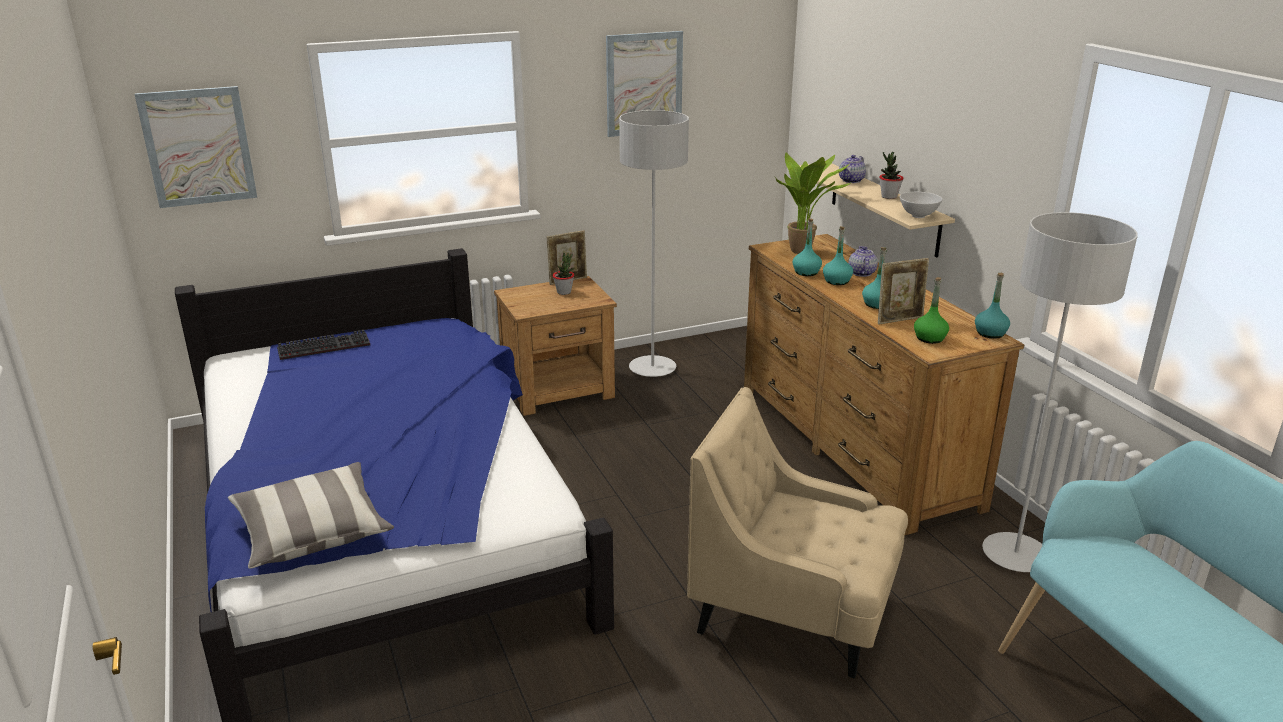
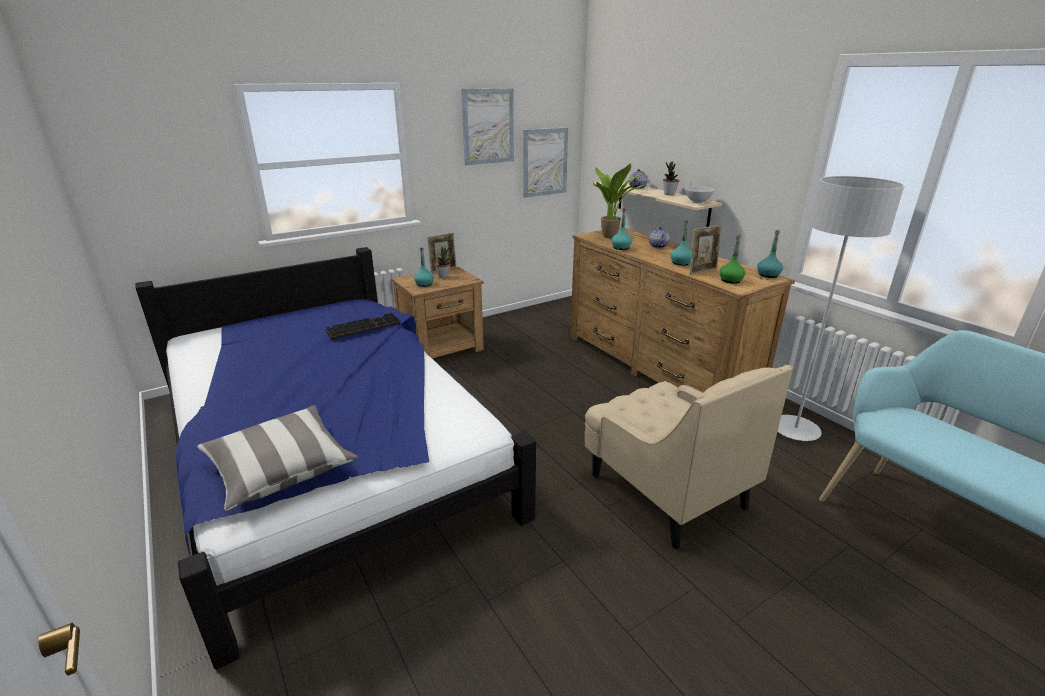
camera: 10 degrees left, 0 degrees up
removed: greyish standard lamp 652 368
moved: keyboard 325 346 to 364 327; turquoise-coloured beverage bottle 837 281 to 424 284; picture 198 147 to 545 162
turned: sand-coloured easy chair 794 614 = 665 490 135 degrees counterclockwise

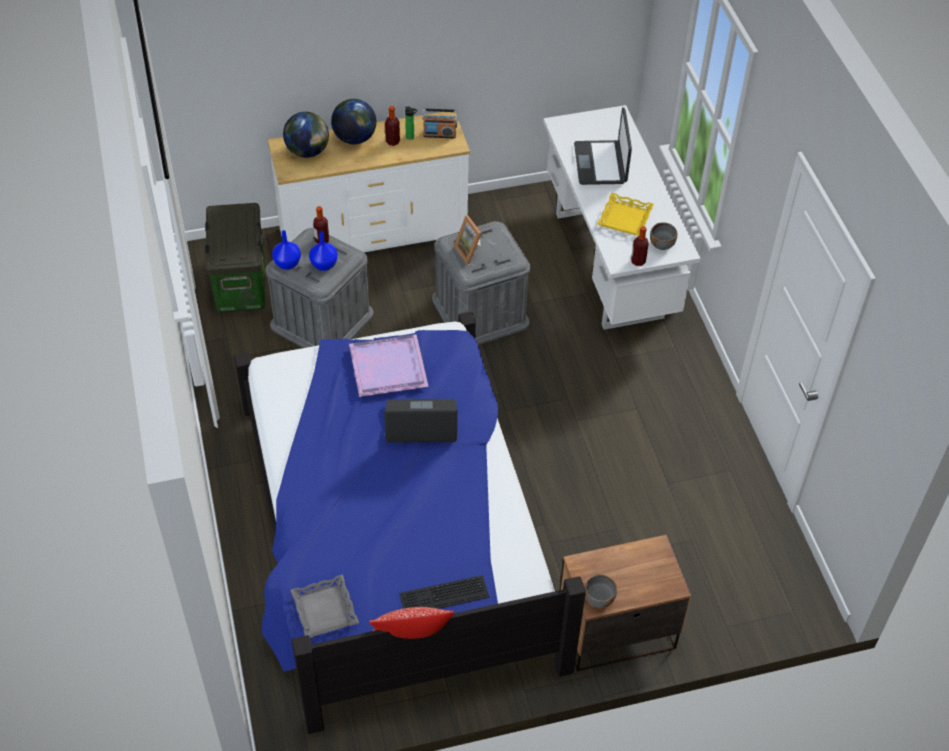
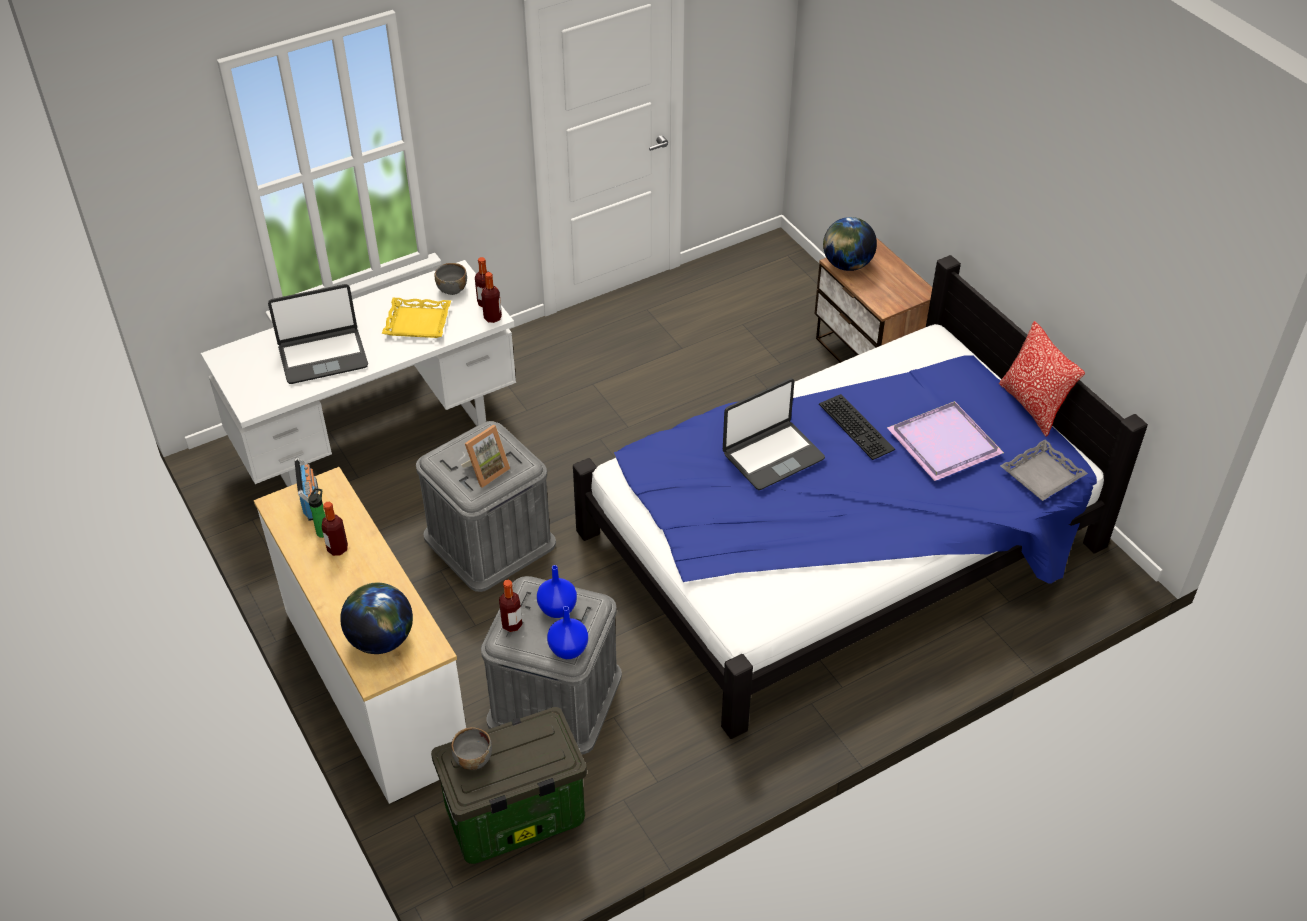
camera: 105 degrees left, 5 degrees down
added: beverage bottle 492 318
moved: greyish serving bowl 599 598 to 473 759; keyboard 443 597 to 858 426; desk globe 354 138 to 847 265; purplish tray 387 368 to 946 443
turned: portable computer 421 424 = 772 455 105 degrees counterclockwise

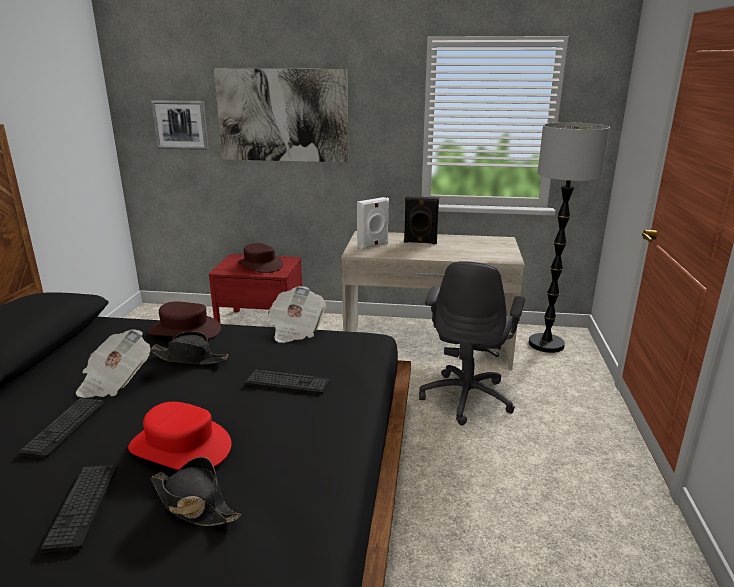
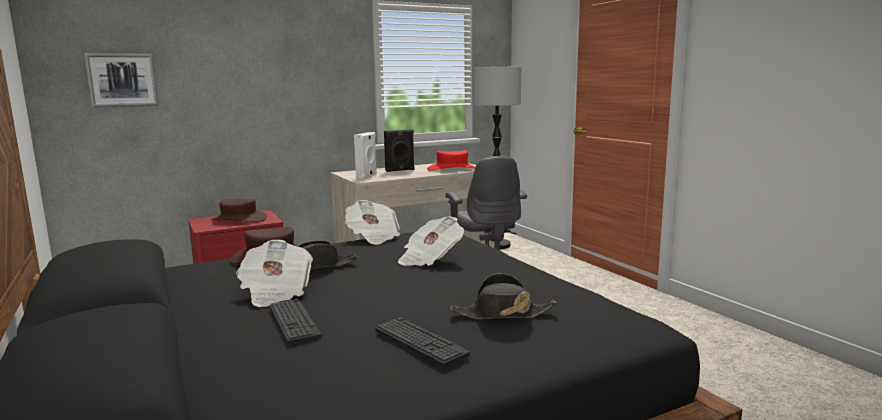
camera: 35 degrees left, 10 degrees down
removed: picture 282 115
moved: red-coloured wearable hat 181 446 to 452 169
replaced: keyboard 287 383 to printed paper 430 259

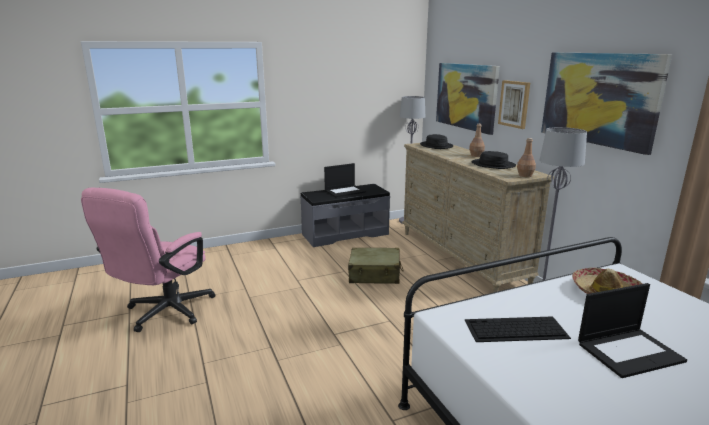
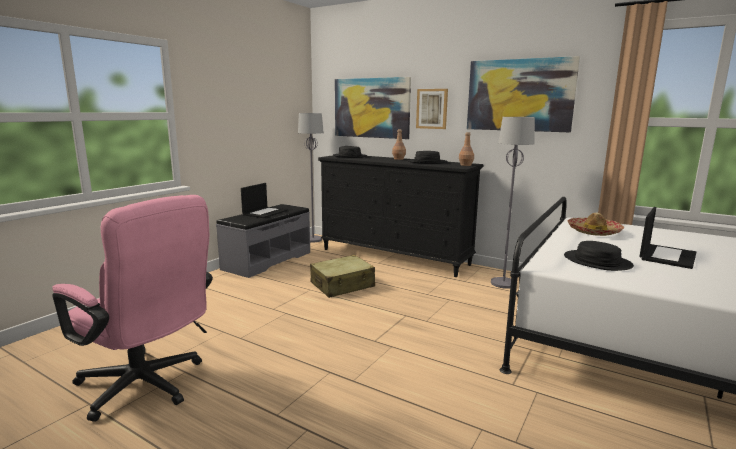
camera: 35 degrees left, 5 degrees down
replaced: keyboard 515 329 to blackish wearable hat 597 262
recoloured: sand-coloured dresser 460 258 to blackish dresser 395 257
turned: pink-coloured desk chair 163 313 = 147 387 45 degrees counterclockwise

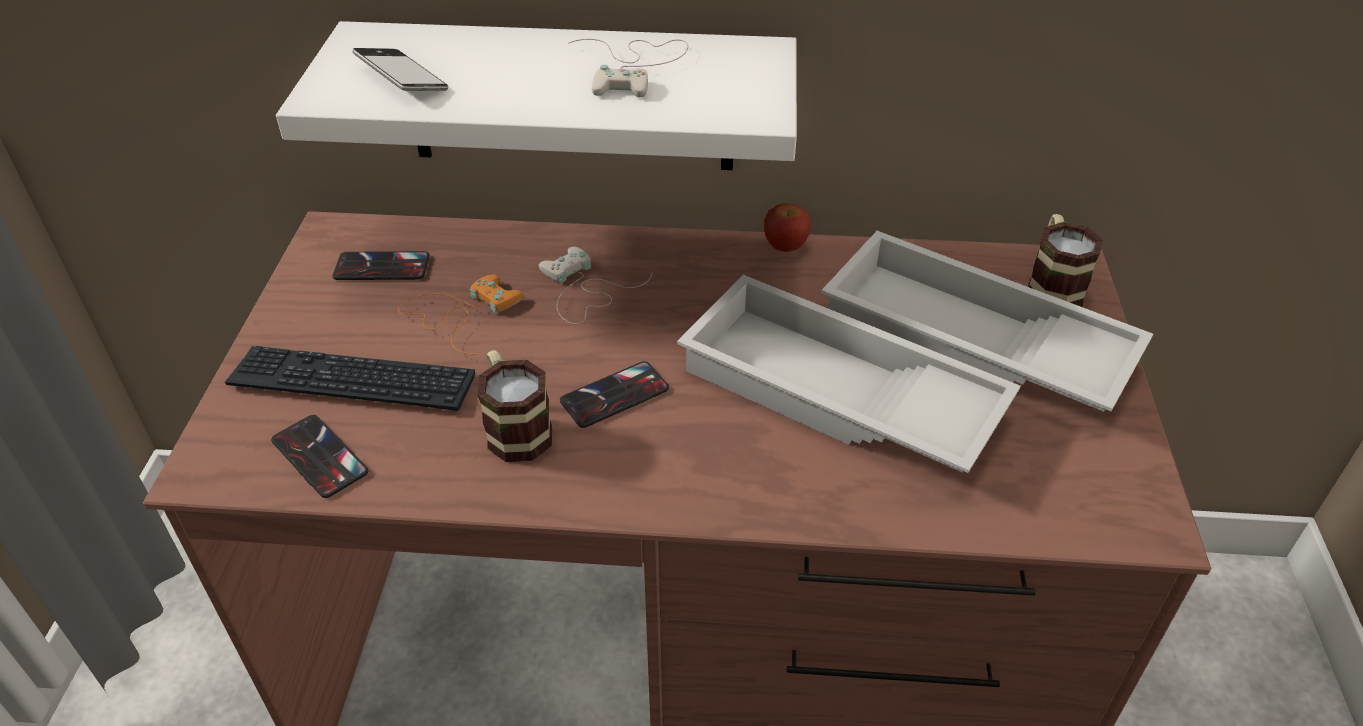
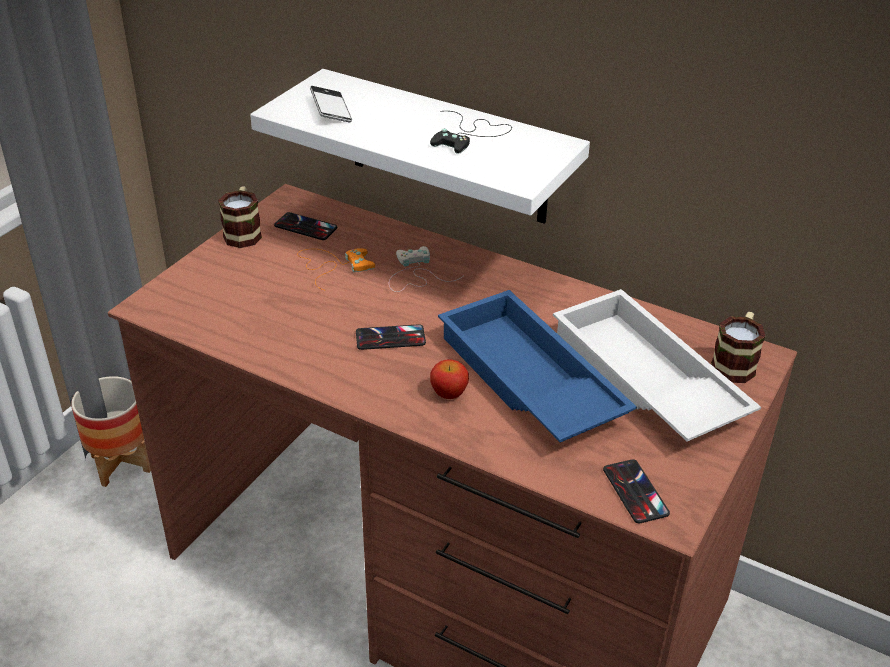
camera: 25 degrees right, 5 degrees down
removed: keyboard 352 382
added: flower pot 121 463
moved: coffee mug 514 427 to 243 232; apple 785 246 to 449 393; handset 319 456 to 635 491
recoloured: whitish gamepad 634 67 to blackish gamepad 470 135; whitish tray 835 395 to bluish tray 526 381

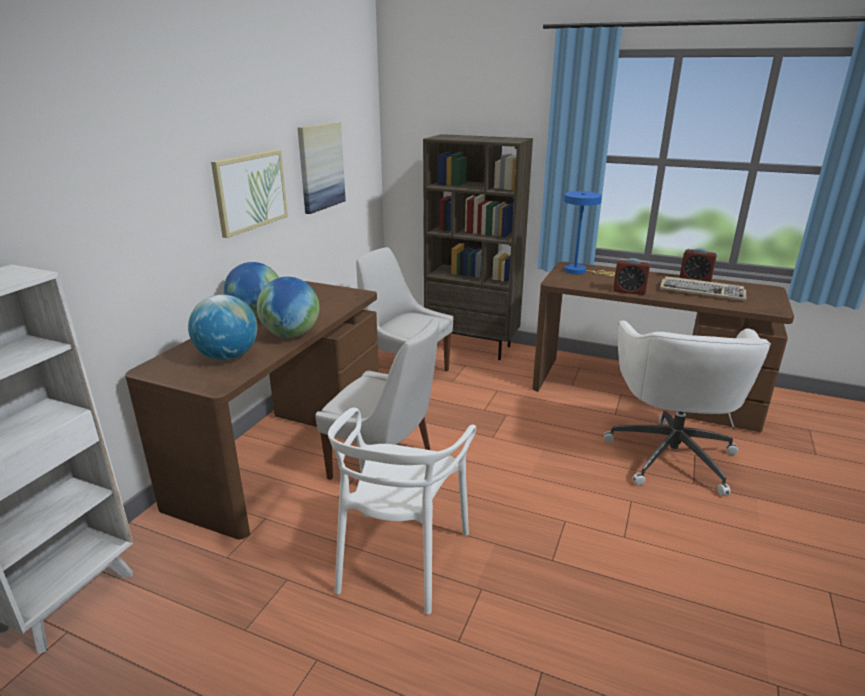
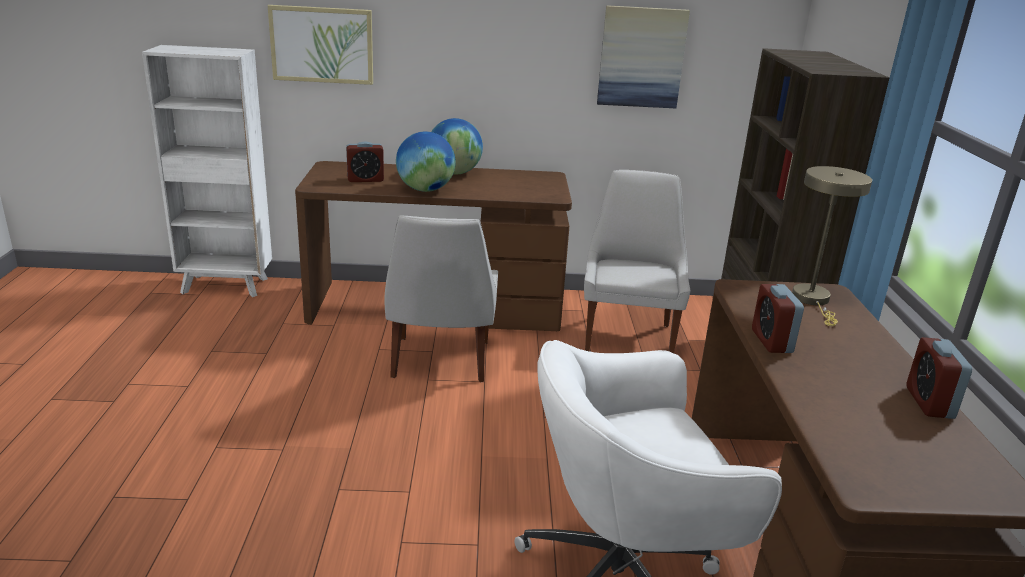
camera: 65 degrees right, 0 degrees up
removed: whitish upright chair 400 558; keyboard 702 292
moved: picture 250 191 to 322 45
replaced: desk globe 228 357 to table clock 365 179
recoloured: bluish lamp for a table 579 271 to sand-coloured lamp for a table 813 300

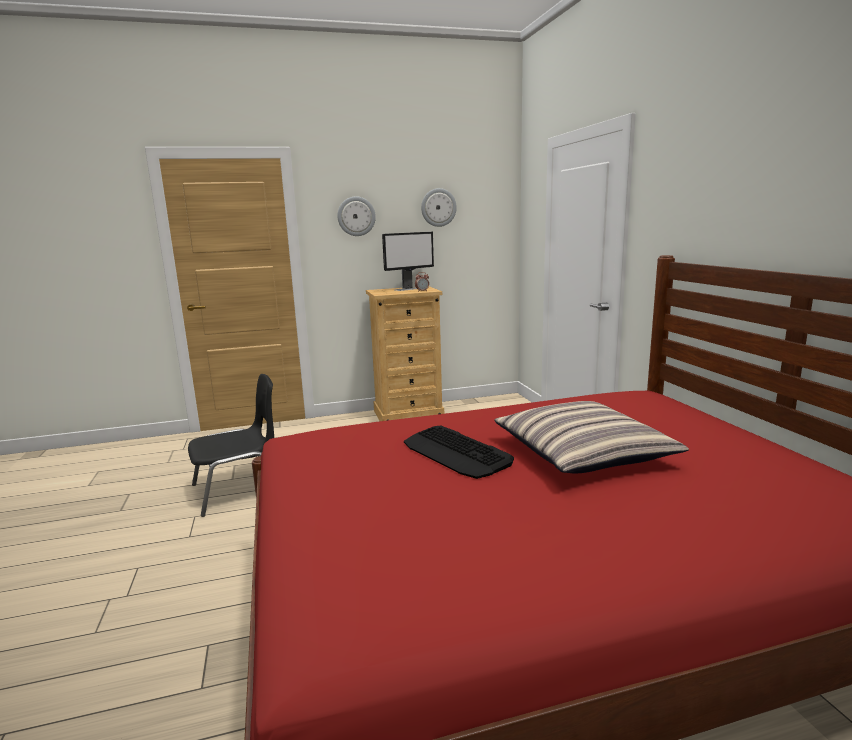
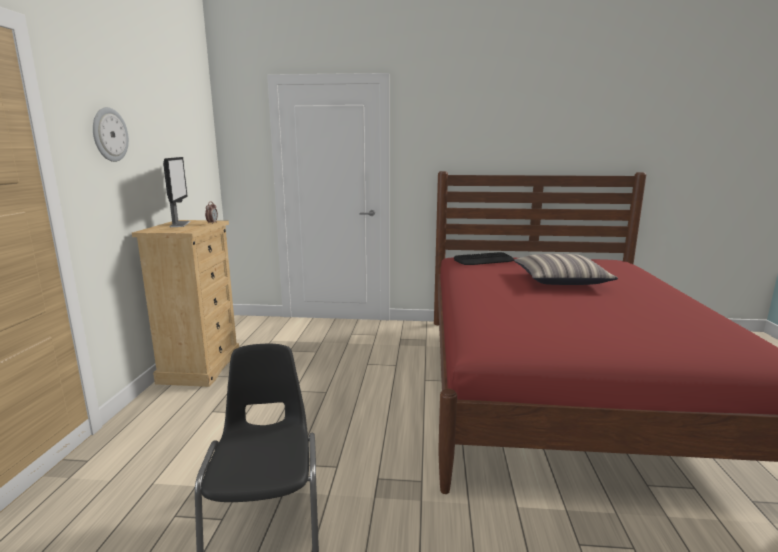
camera: 70 degrees left, 0 degrees up
removed: hanging clock 438 207
moved: keyboard 456 453 to 484 260

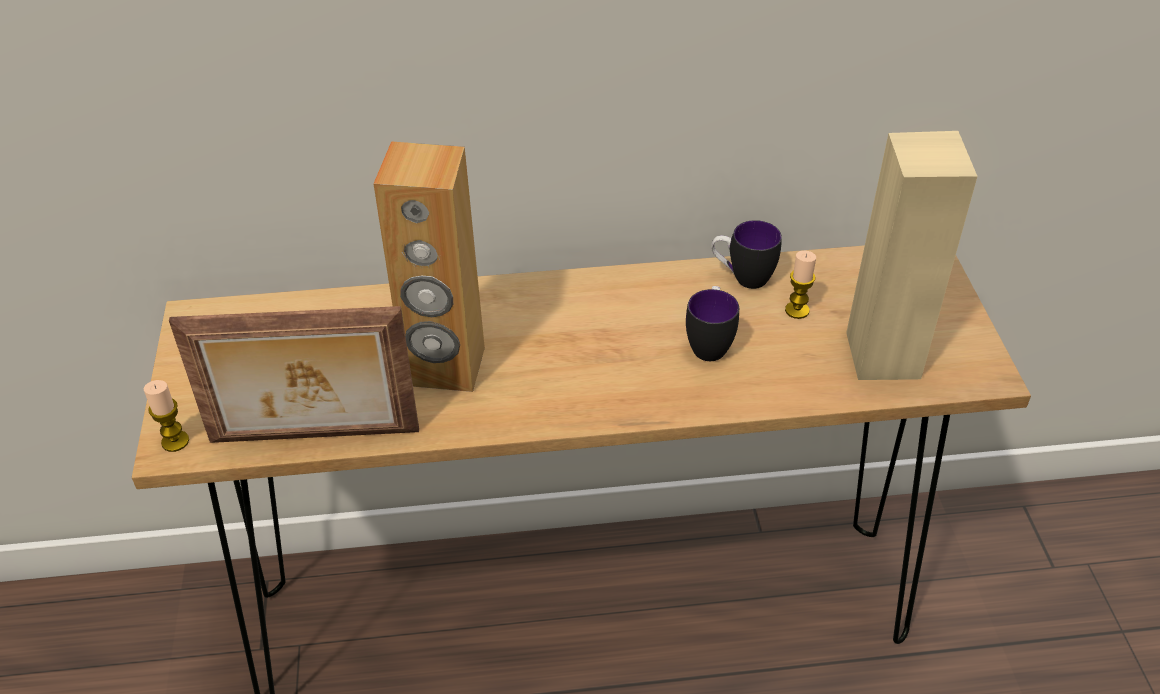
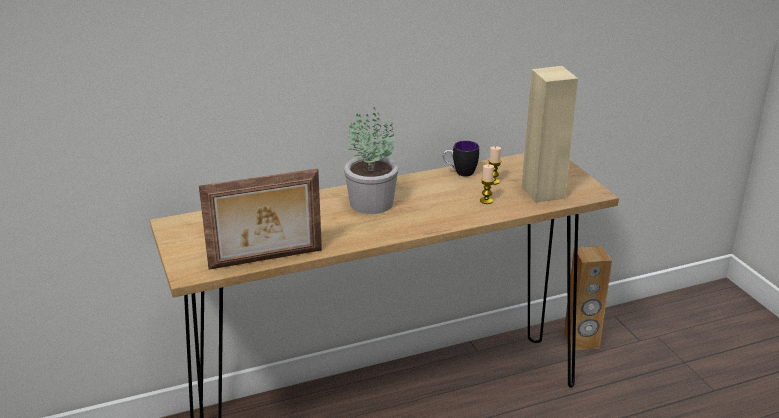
camera: 15 degrees left, 15 degrees down
removed: coffee mug 710 343
added: houseplant 370 203
moved: candle 175 441 to 486 201; brown-coloured audio speaker 445 367 to 581 341

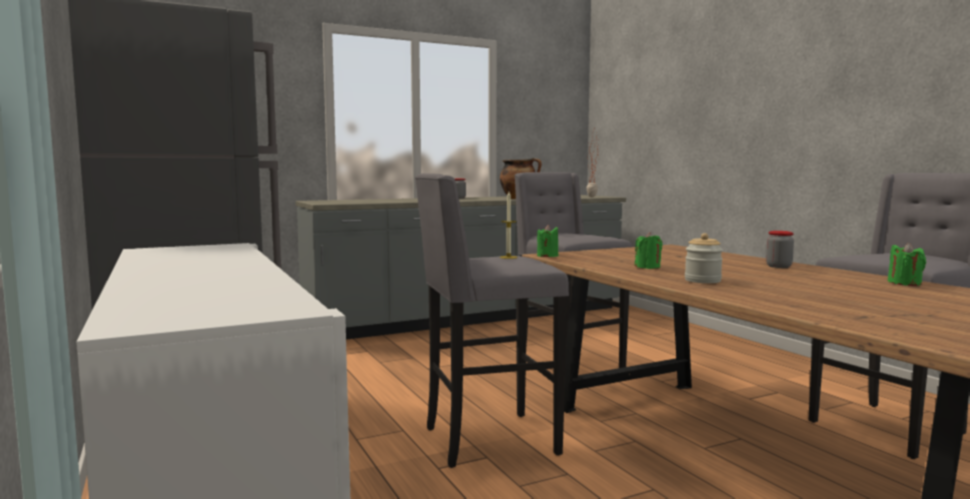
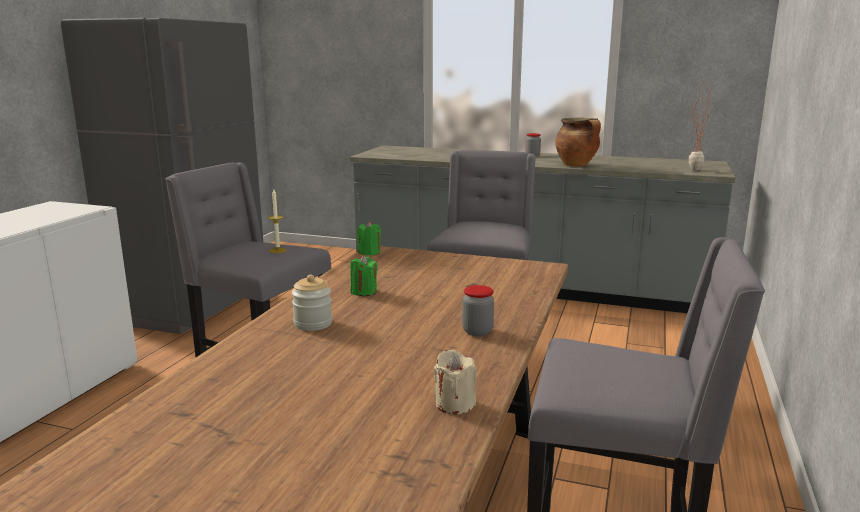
camera: 45 degrees right, 10 degrees up
recoloured: green-coloured candle 904 283 to sand-coloured candle 454 404

